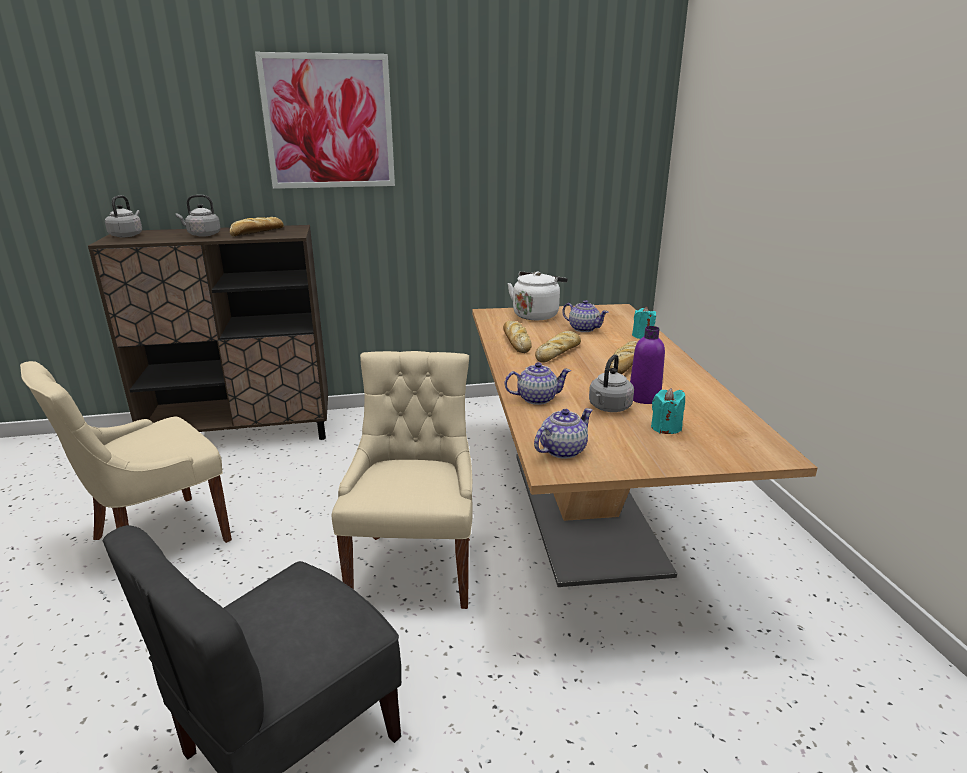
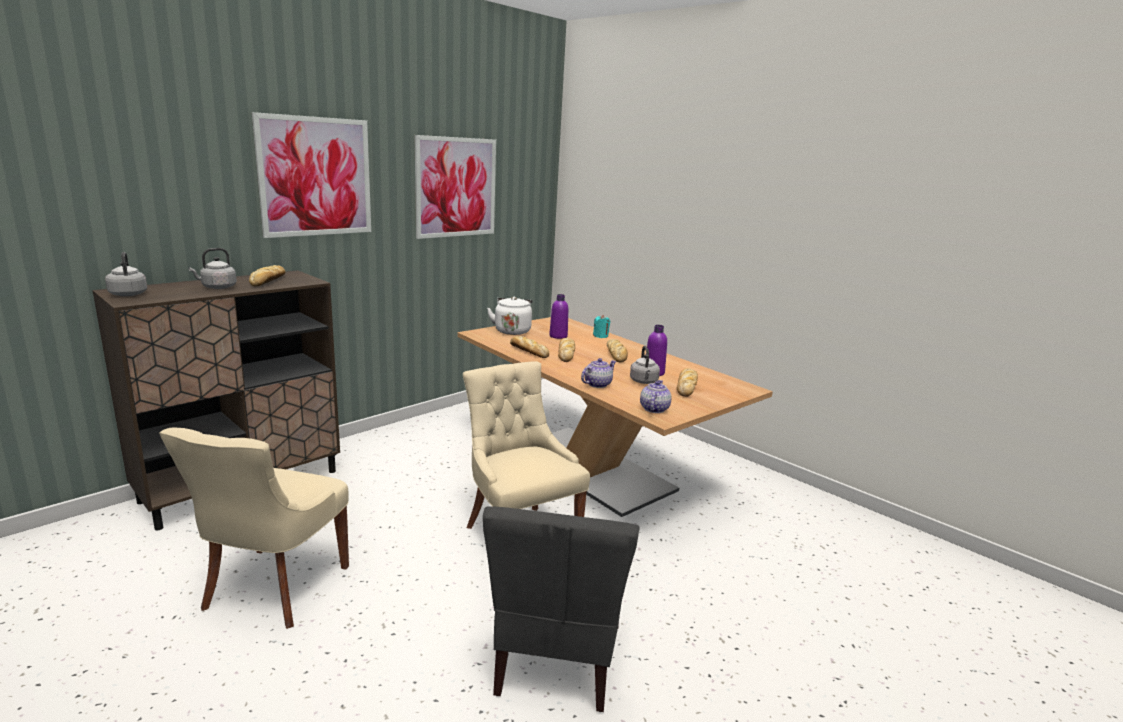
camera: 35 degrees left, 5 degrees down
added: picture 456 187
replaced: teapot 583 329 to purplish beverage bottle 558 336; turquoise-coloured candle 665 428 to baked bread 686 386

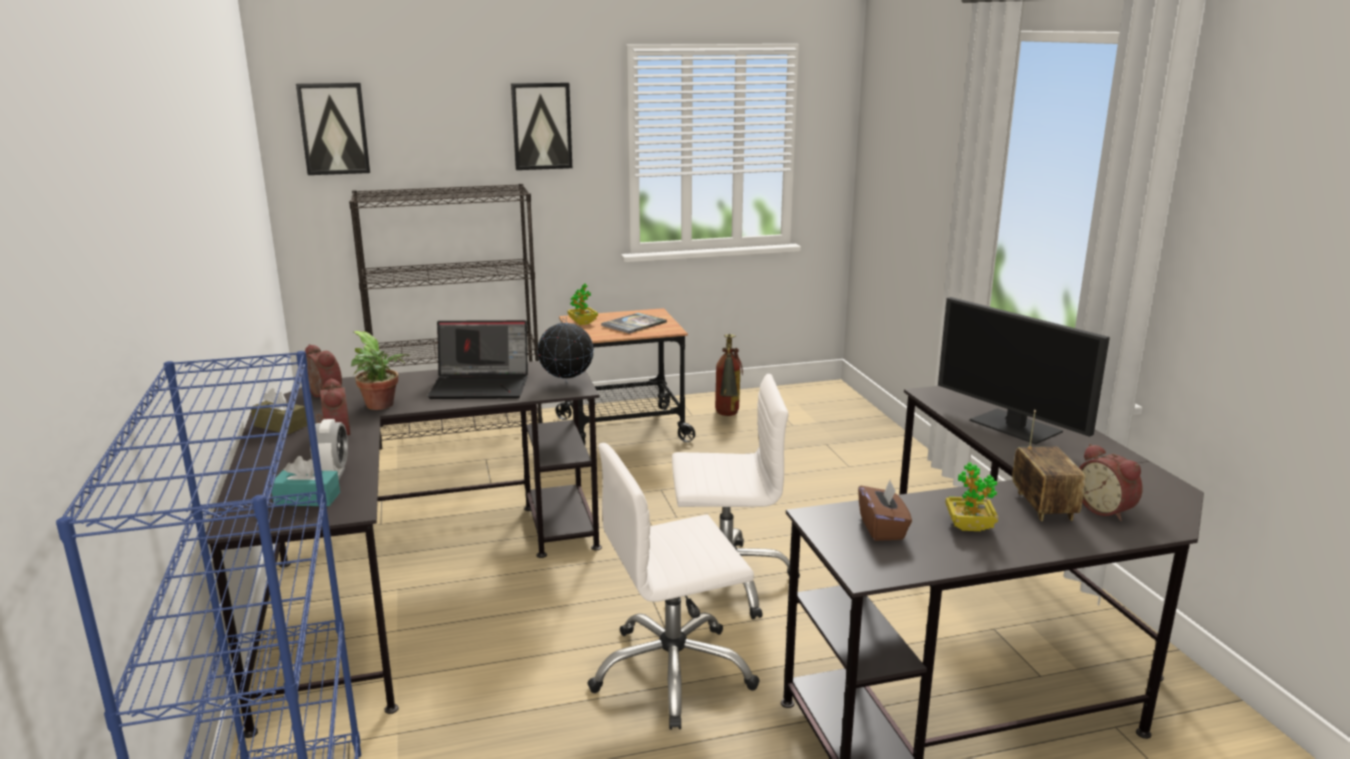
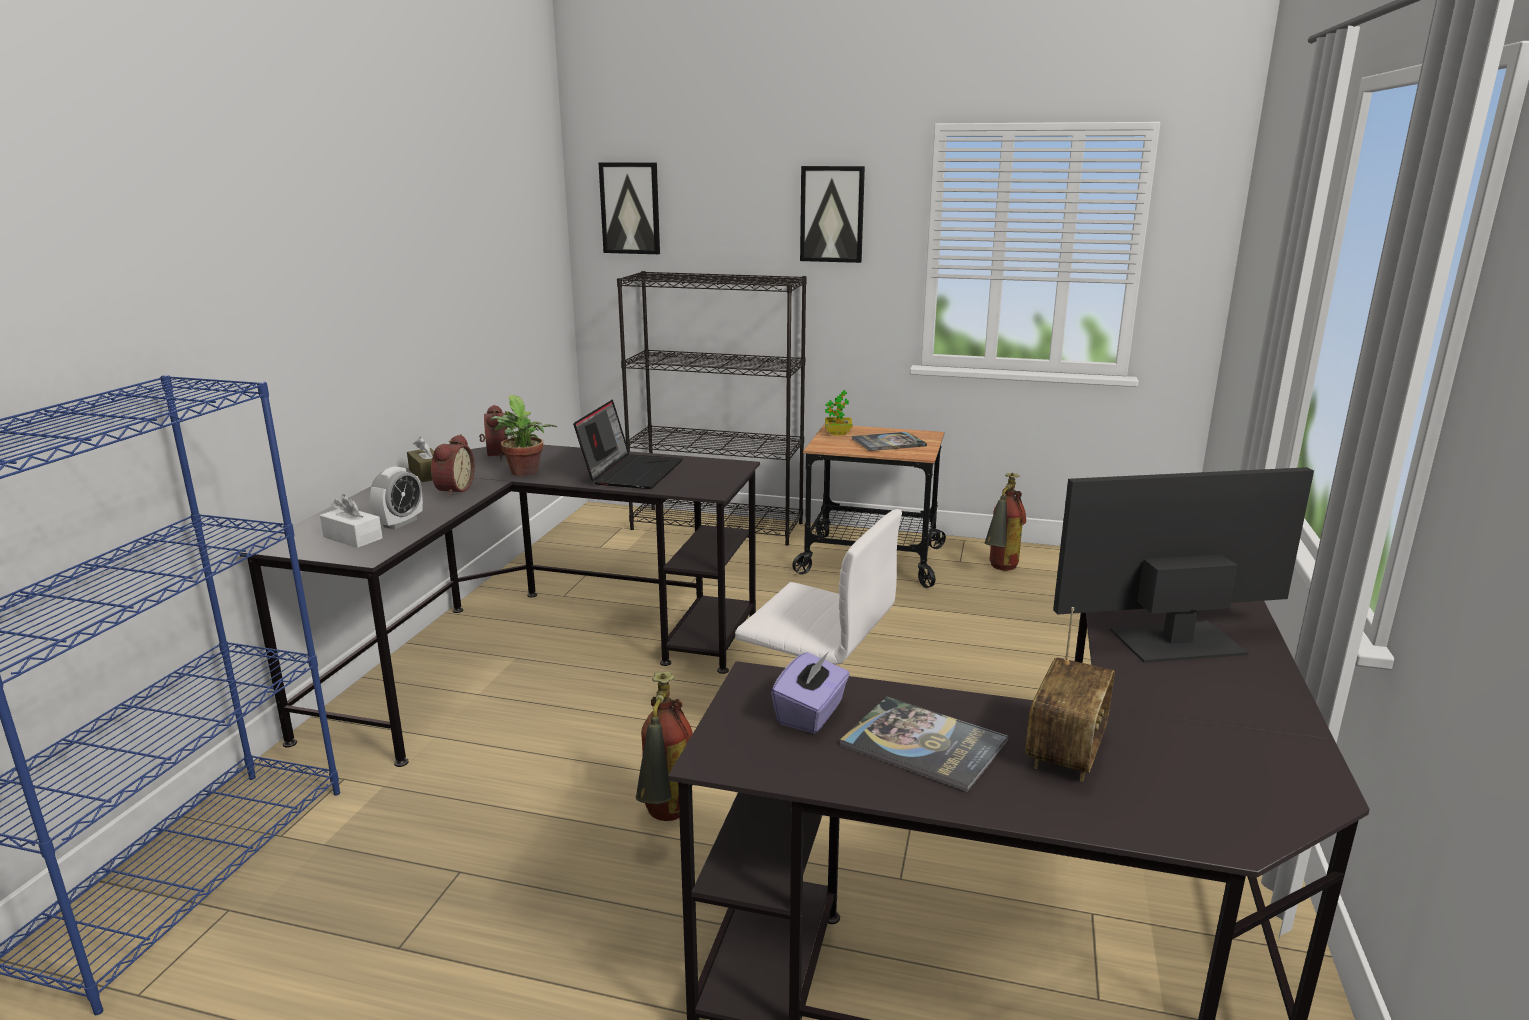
camera: 30 degrees right, 0 degrees up
removed: desk globe 567 384; table clock 1106 509
replaced: whitish desk chair 672 673 to extinguisher 664 821; houseplant 969 526 to volume 923 744
recoloured: turquoise-coloured tissue holder 307 499 to whitish tissue holder 353 538; brown-coloured tissue holder 882 528 to purplish tissue holder 811 714
turned: portable computer 482 386 = 631 472 105 degrees counterclockwise; computer screen 1016 427 = 1175 641 90 degrees clockwise

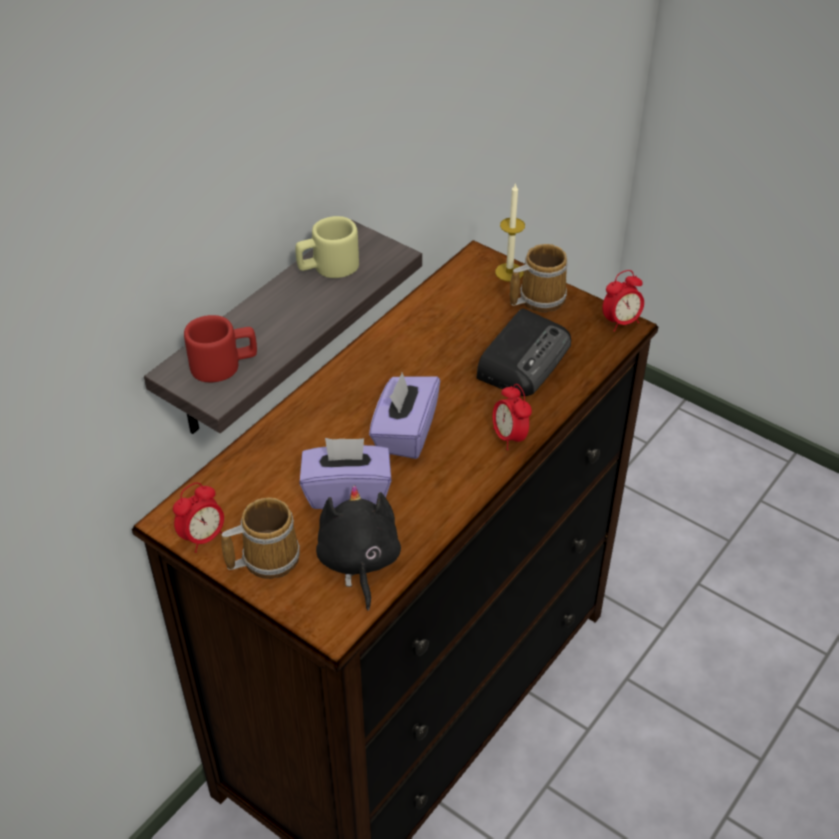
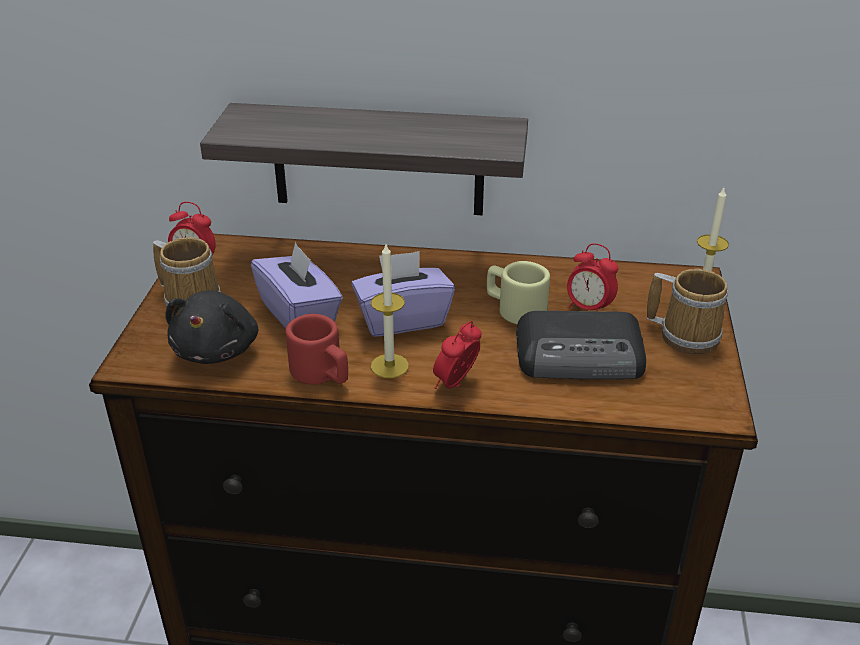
camera: 60 degrees right, 10 degrees down
added: candle 389 366
moved: red-coloured coffee mug 224 364 to 322 373; sand-coloured coffee mug 327 267 to 514 309; table clock 621 322 to 588 309
turned: blackish soft toy 358 561 = 218 349 135 degrees clockwise

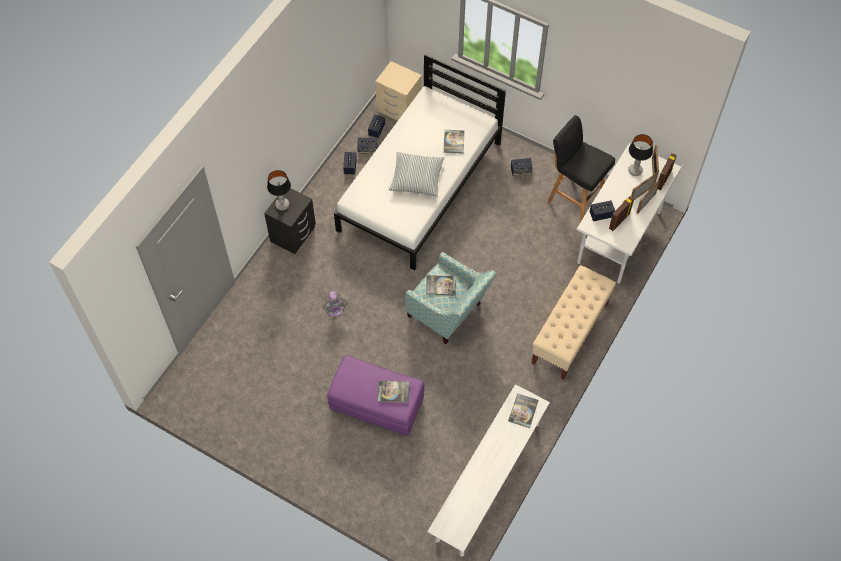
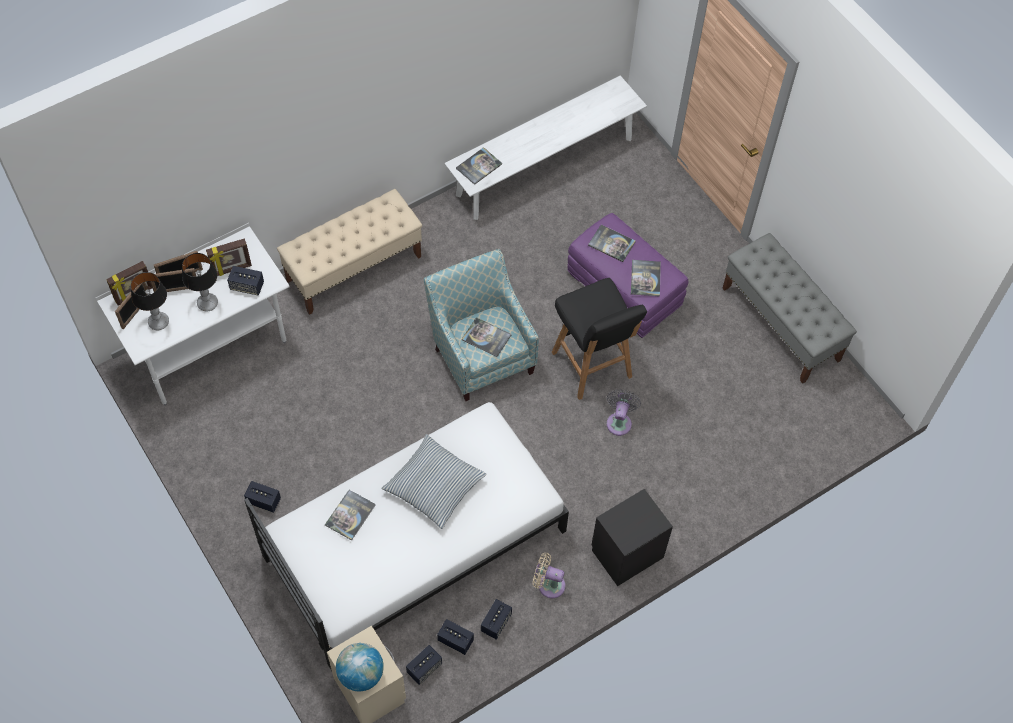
camera: 155 degrees left, 0 degrees up
added: desk globe 361 674; sand-coloured electric fan 548 584; volume 645 278; greyish long seat 781 324
moved: lamp for a table 282 205 to 208 303; blackish sitting stool 574 198 to 592 366

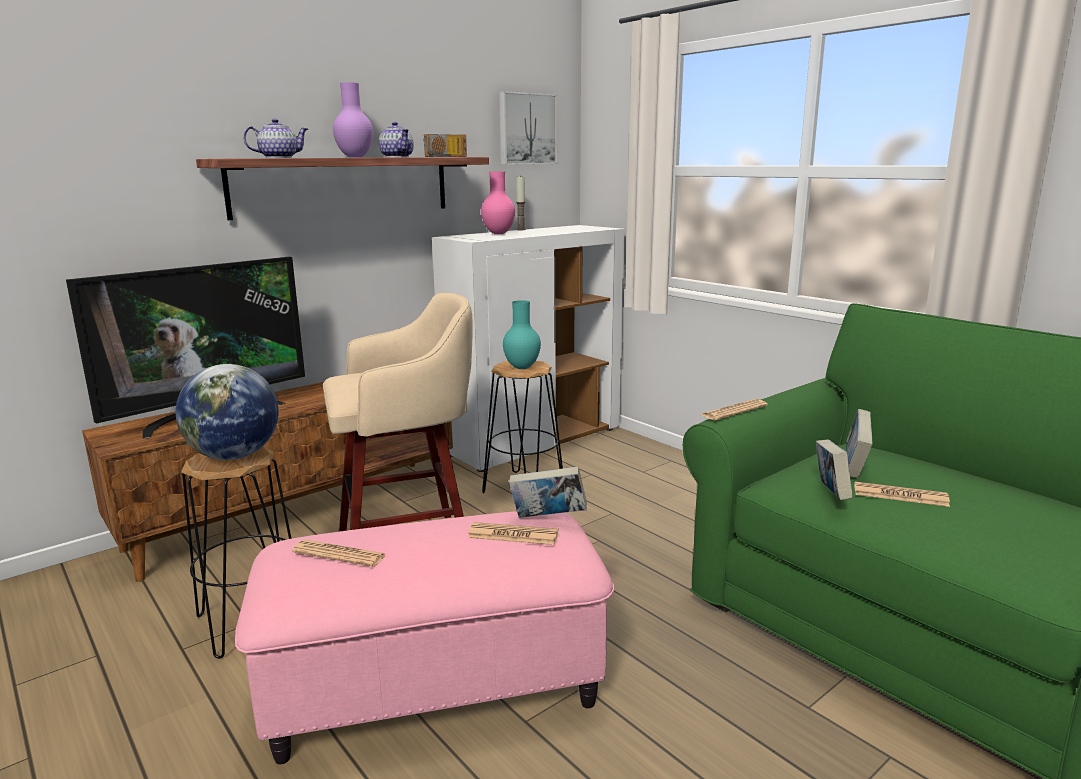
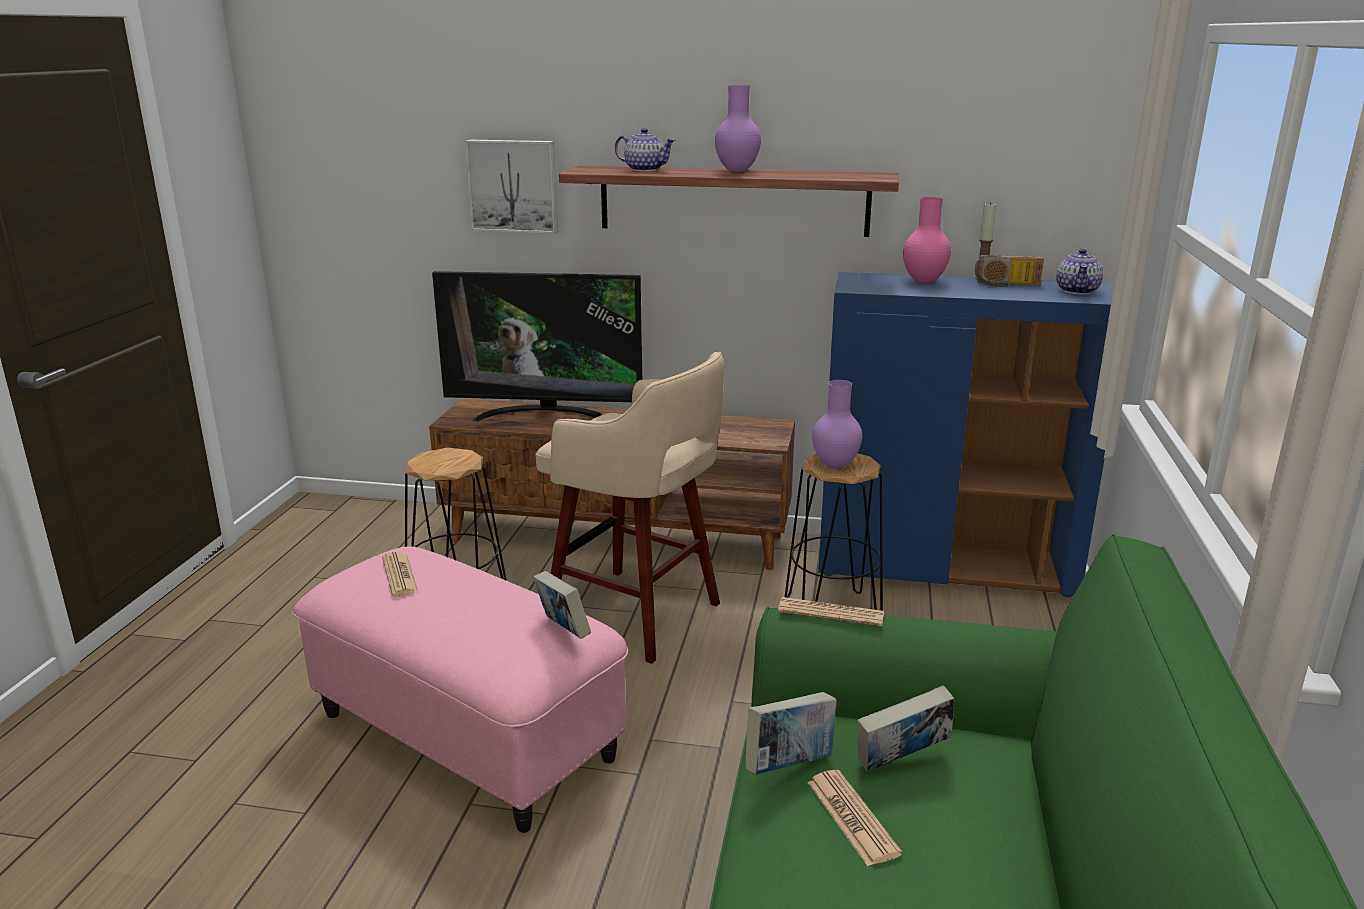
camera: 50 degrees right, 5 degrees up
removed: desk globe 234 456; printed paper 513 535
moved: picture 526 129 to 513 186; radio receiver 447 156 to 1006 285; teapot 397 157 to 1077 291
recoloured: turquoise-coloured flower vase 522 368 to purplish flower vase 835 466; whitish cupboard 535 441 to bluish cupboard 945 568

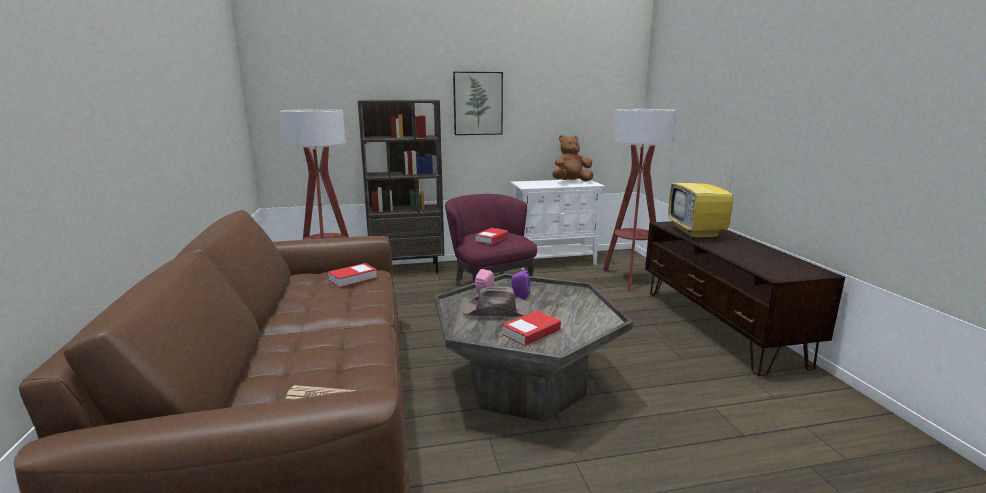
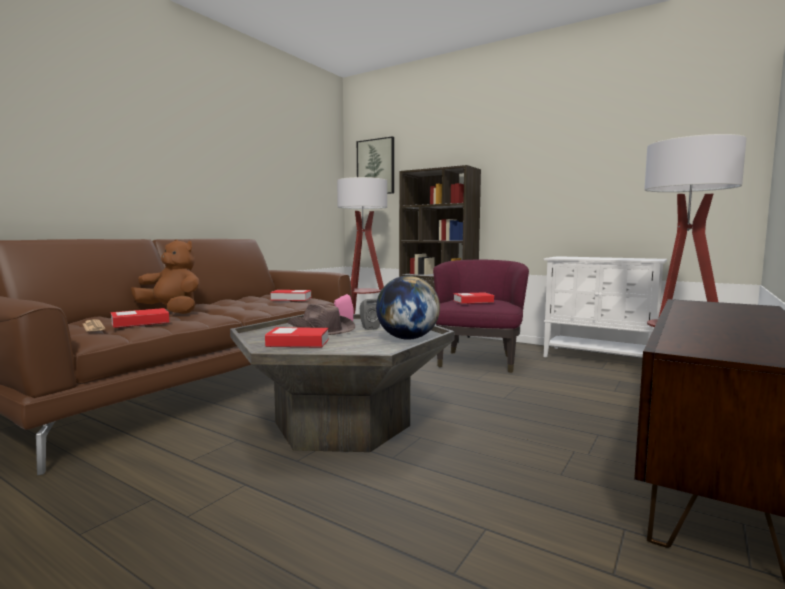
camera: 45 degrees right, 10 degrees down
removed: TV set 697 233
added: volume 140 323; desk globe 407 338
moved: brown-coloured soft toy 571 182 to 172 312; picture 478 103 to 376 167
recoloured: purplish audio speaker 519 296 to greyish audio speaker 368 328

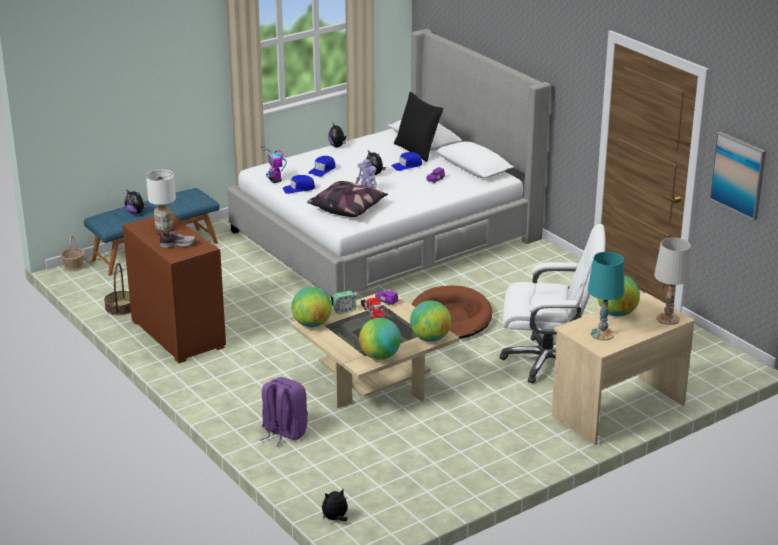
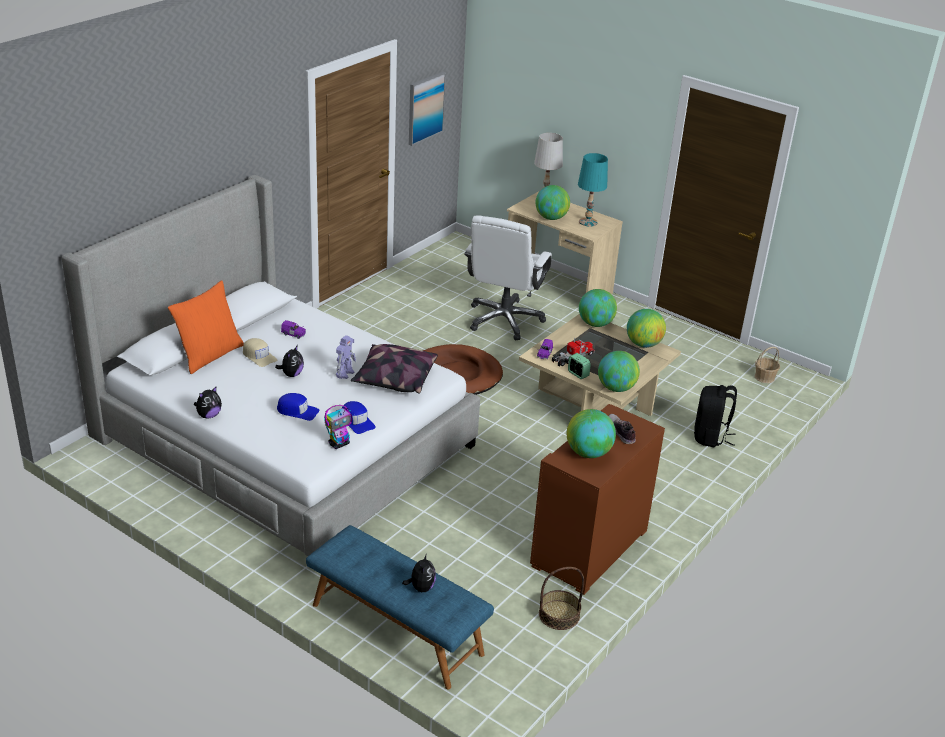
camera: 110 degrees left, 5 degrees up
removed: soft toy 335 519
moved: storage basket 74 267 to 764 377
replaced: whitish lamp for a table 164 228 to desk globe 588 453
recoloured: blackish throw pillow 417 150 to orange throw pillow 209 355; bluish baseball cap 407 165 to sand-coloured baseball cap 259 356; purplish knapsack 283 433 to blackish knapsack 710 437
turned: whitish desk chair 547 361 = 504 320 150 degrees counterclockwise

